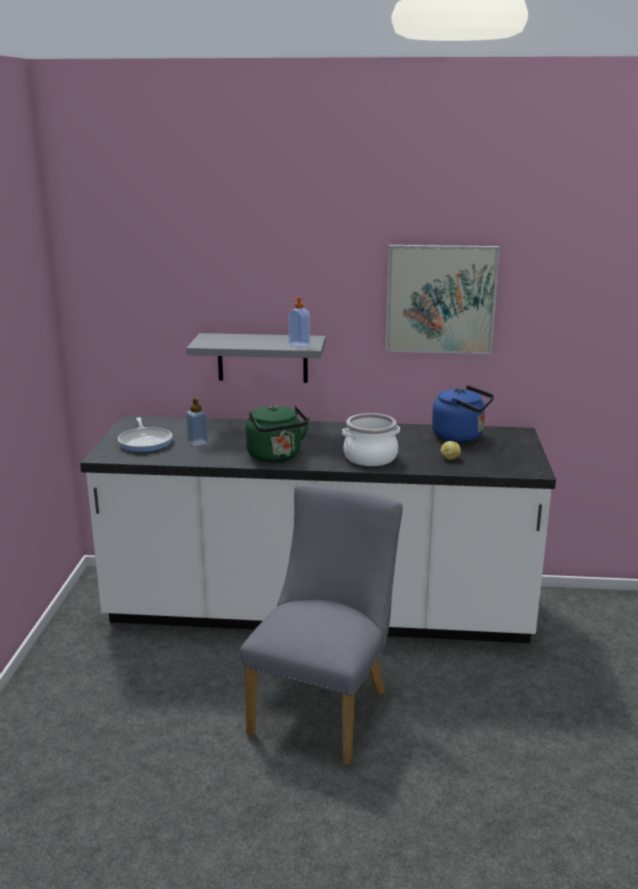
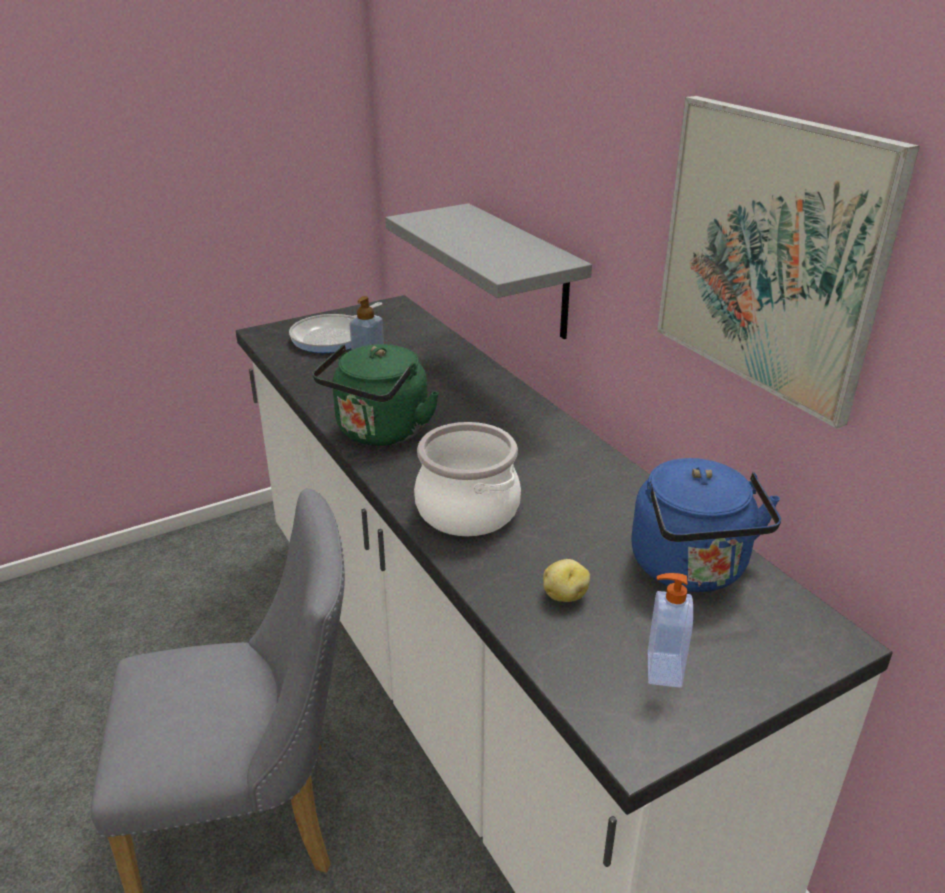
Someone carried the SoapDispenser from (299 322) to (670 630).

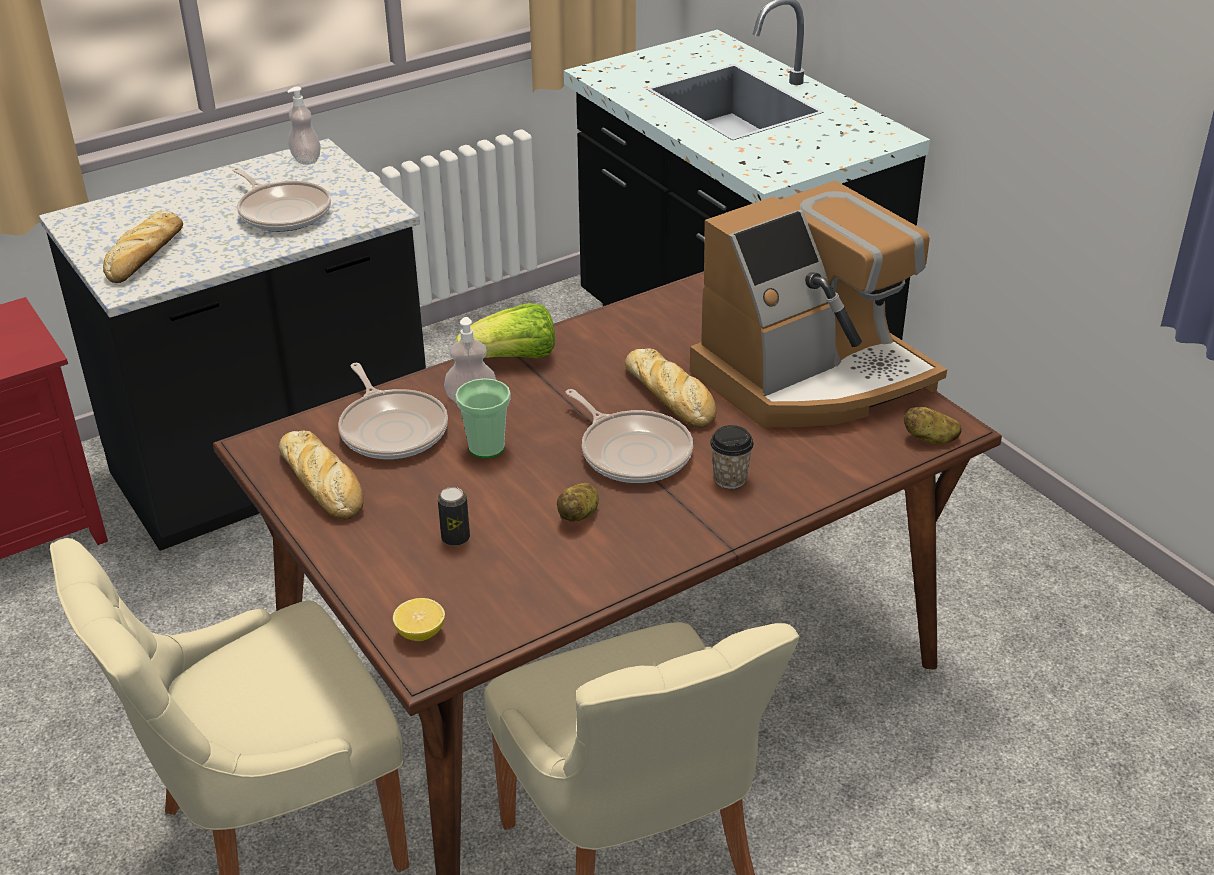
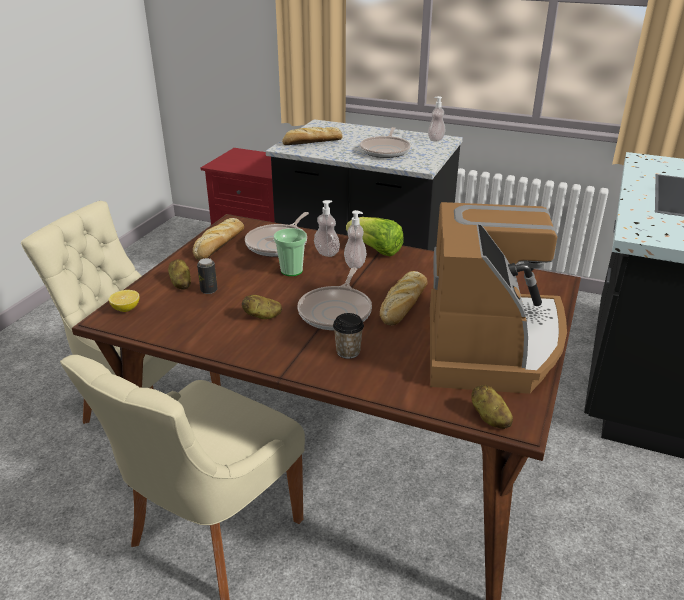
Someone put down the Potato at (179 274).
Someone put down the SoapDispenser at (355 239).
Someone rotated the CoffeeMachine at (818 304) by 105 degrees counterclockwise.

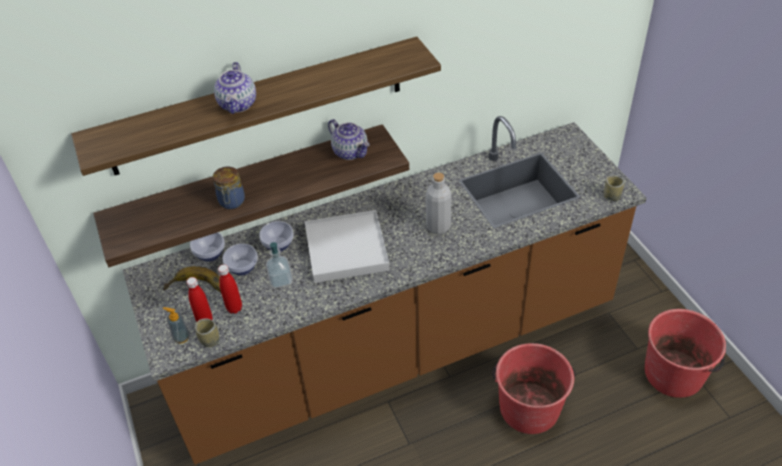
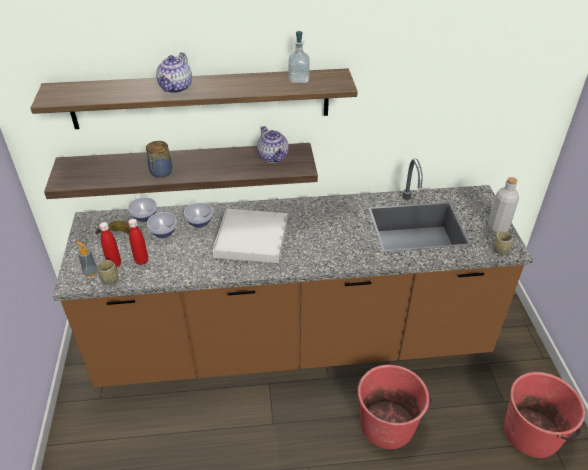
Someone carried the SoapDispenser from (279 265) to (299 57).
Someone carried the GreyBottle from (439 203) to (503 205).

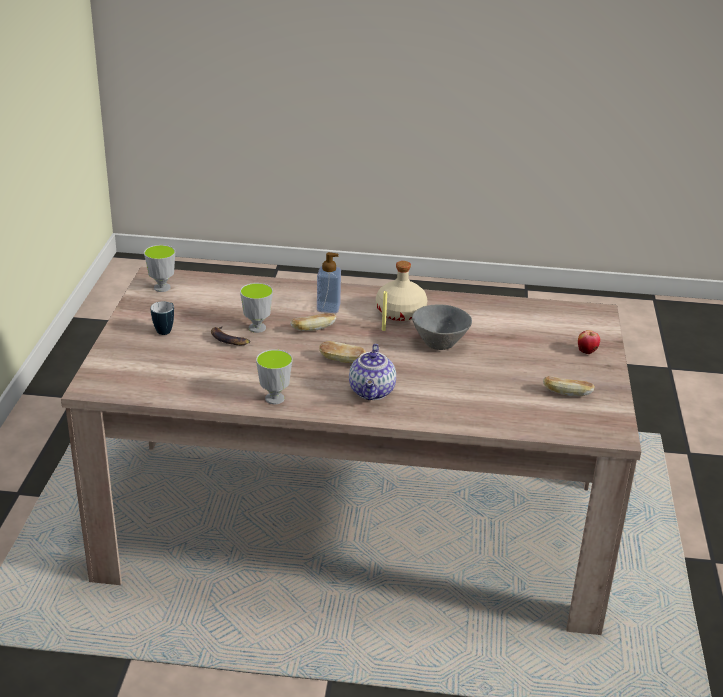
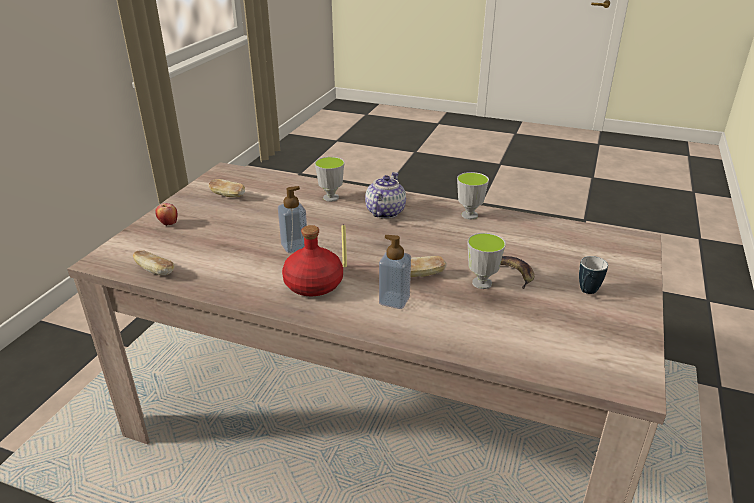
Someone carried the Cup from (159 268) to (330 179).
Someone carried the Bread from (342 352) to (153 263).
Someone swapped the GreyBowl at (442 327) for the SoapDispenser at (292 219).
Someone repainted the BeigeBottle at (402 291), which became the RedBottle at (312 260).

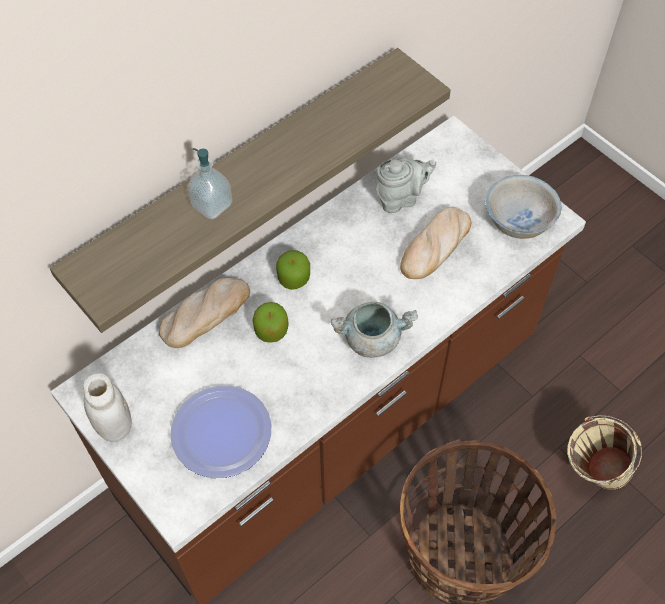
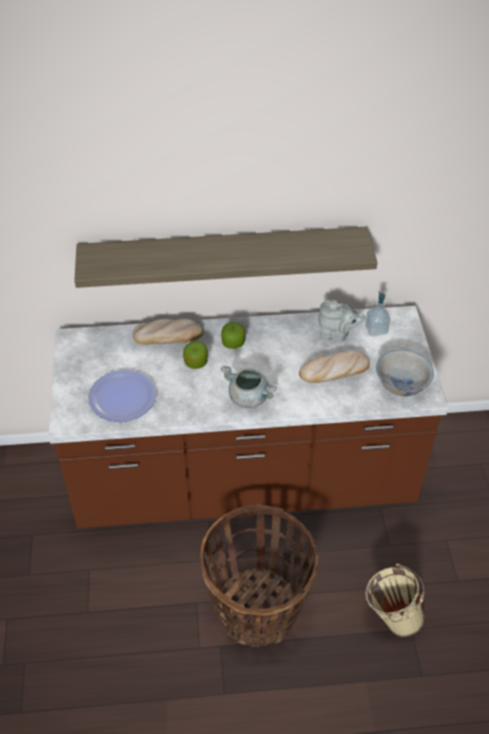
Someone took away the WhiteJar at (107 407).
Someone carried the SoapDispenser from (210 183) to (377 314).

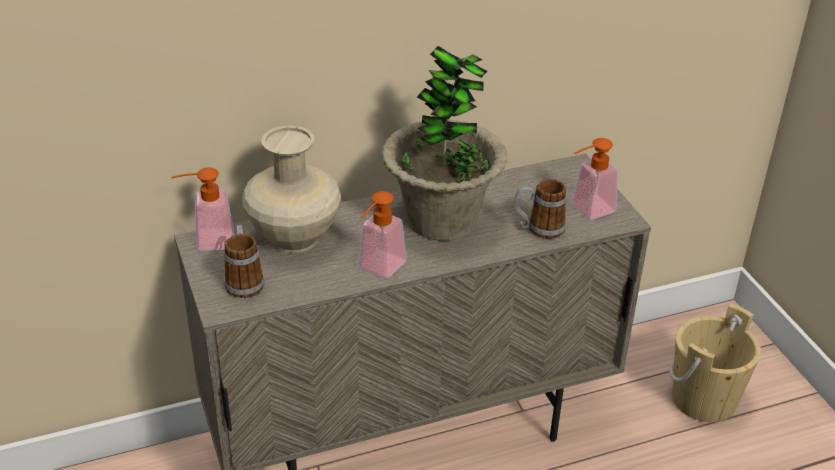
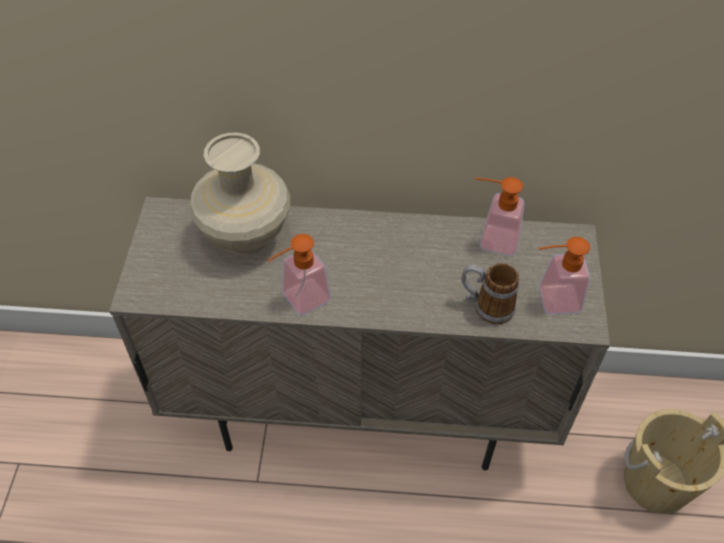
Someone took away the Mug at (244 261).
Someone took away the PottedPlant at (444 143).
Someone carried the SoapDispenser from (202 209) to (500 216).

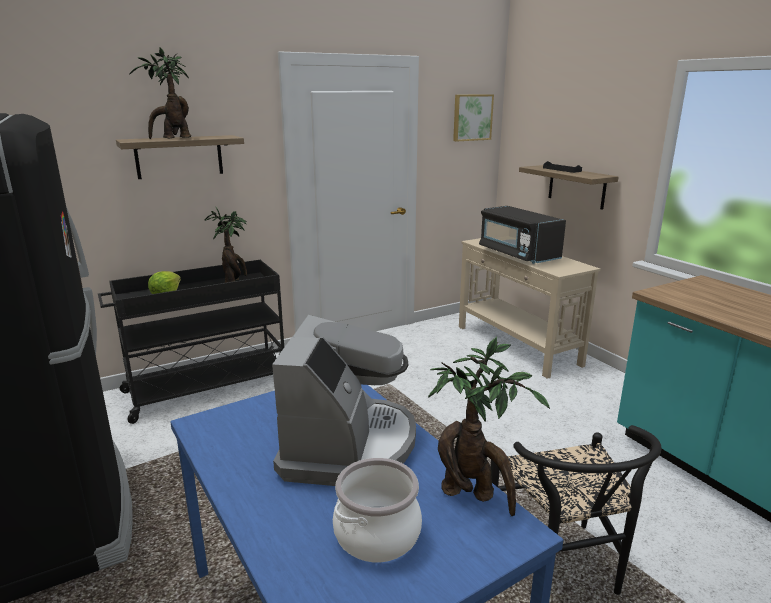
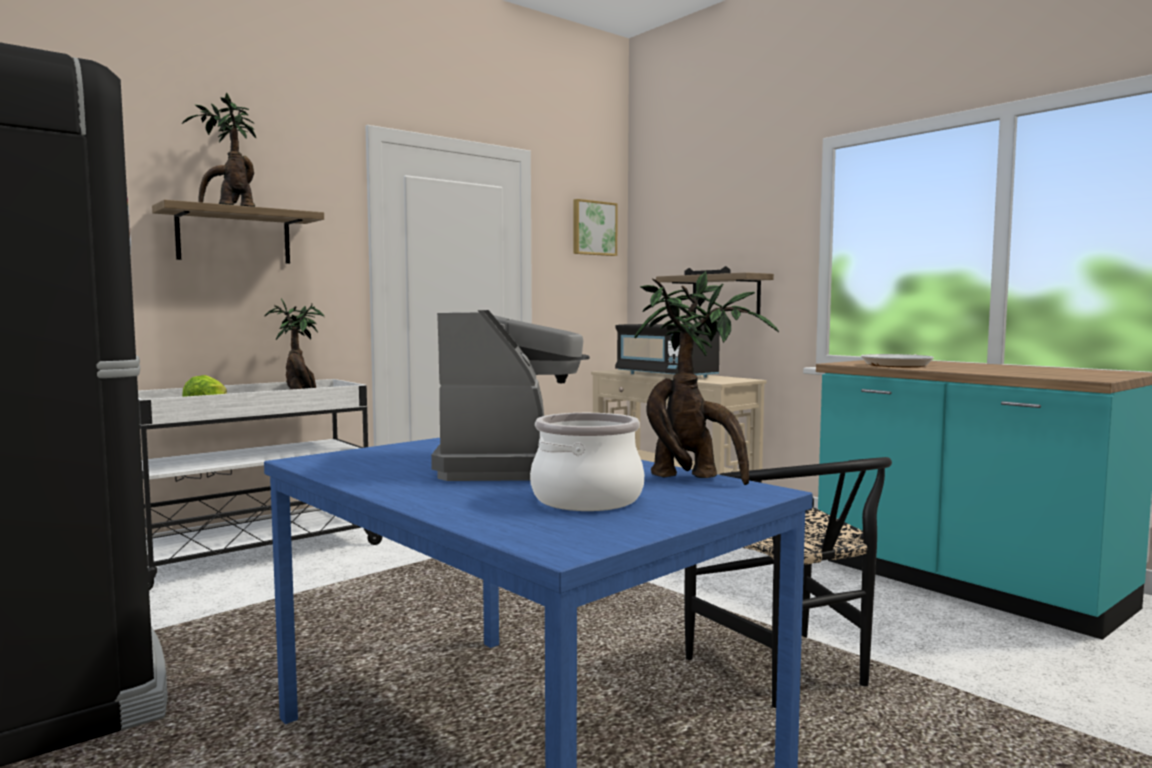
Someone put down the FryingPan at (897 360).
Someone repainted the BlackCart at (191 342), which became the WhiteCart at (260 485).

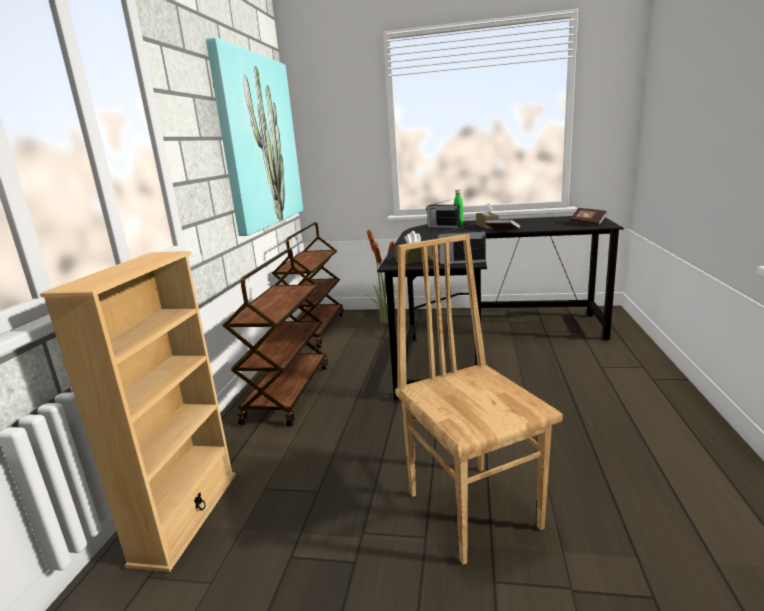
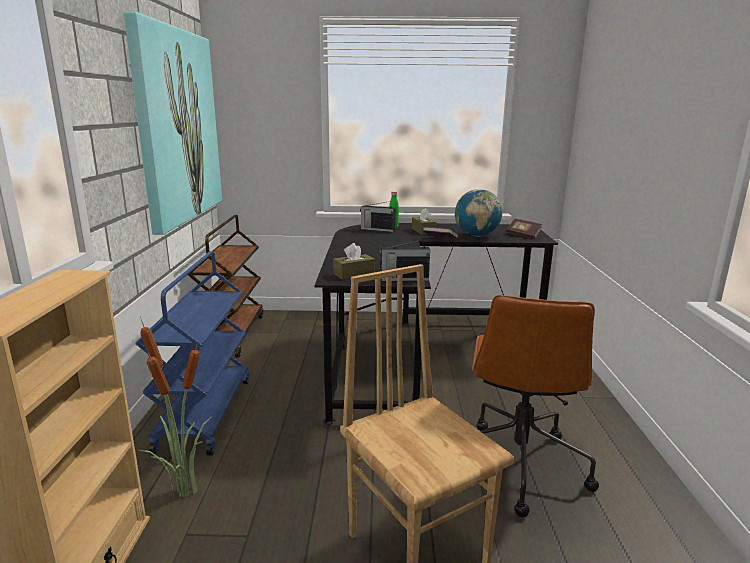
Someone put down the Globe at (478 213).
Someone put down the BrownOfficeChair at (535 406).
Someone carried the PottedPlant from (382 275) to (175 407).
Someone repainted the BrownCart at (275 337), which became the BlueCart at (192 353).

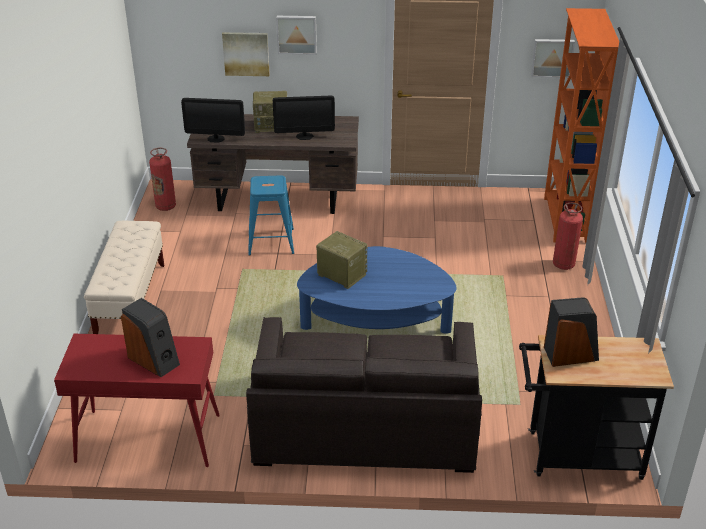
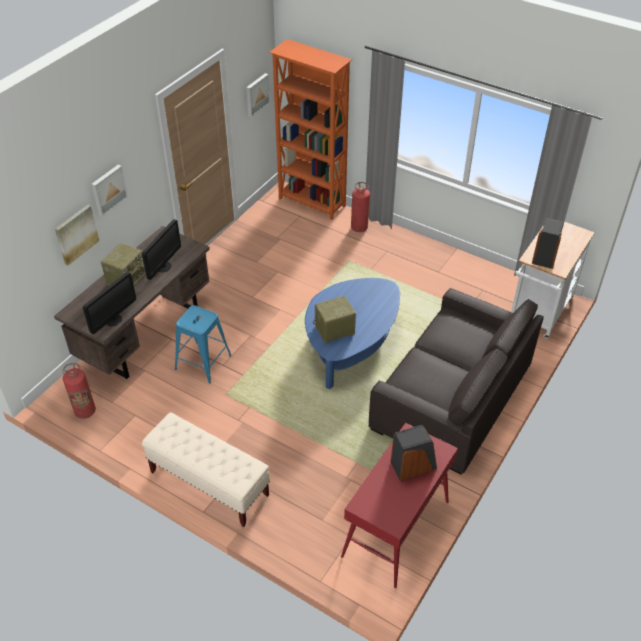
Someone repainted the BlackCart at (596 407), which became the WhiteCart at (553 280).

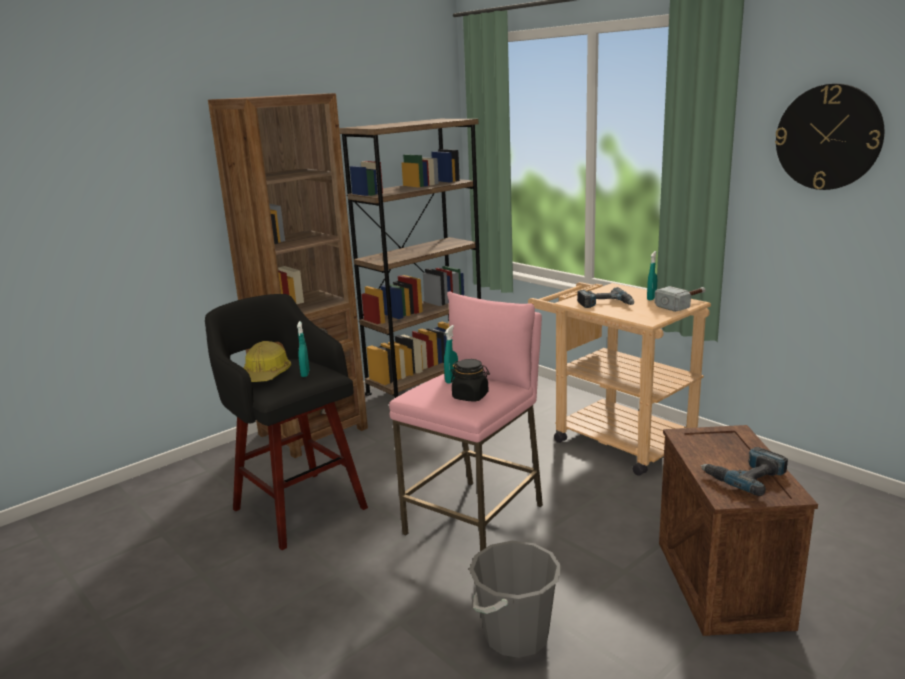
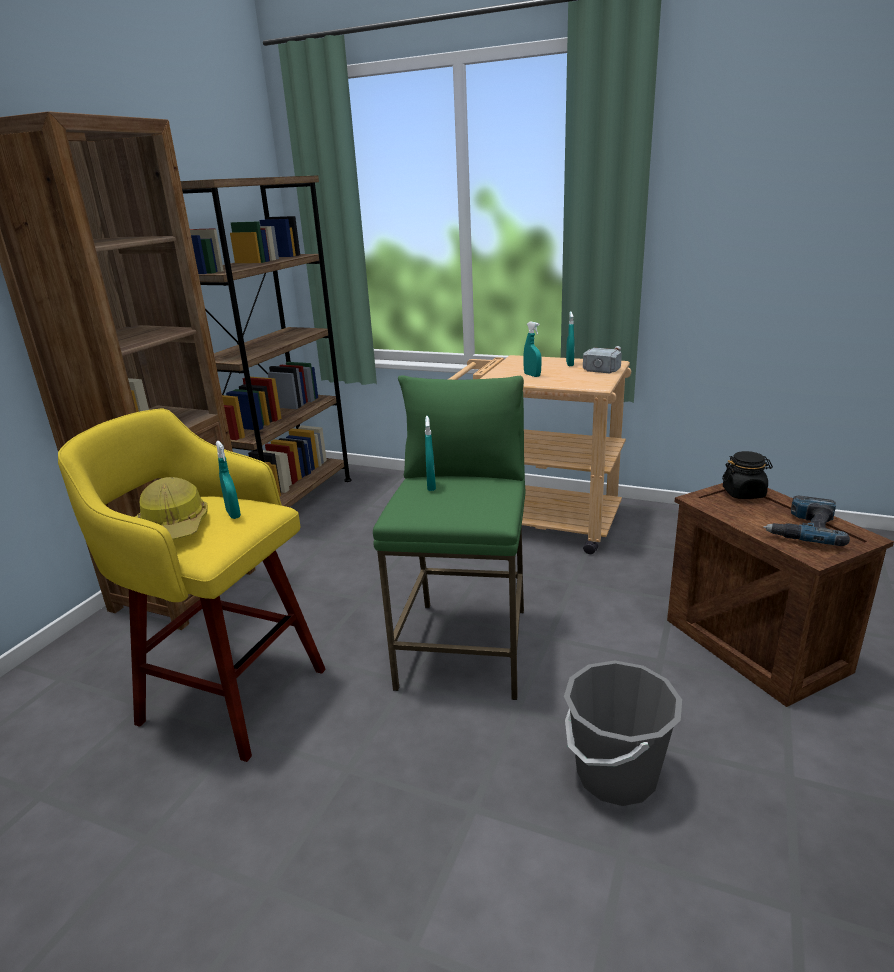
Someone took away the WallClock at (829 137).
Someone carried the BlackJar from (470 380) to (747 475).
Someone swapped the PowerDrill at (605 297) for the TurquoiseSprayBottle at (532 349).
Someone repainted the BlackStool at (286 422), which became the YellowStool at (192 585).
Someone repainted the PinkStool at (466 421), which became the GreenStool at (449 537).

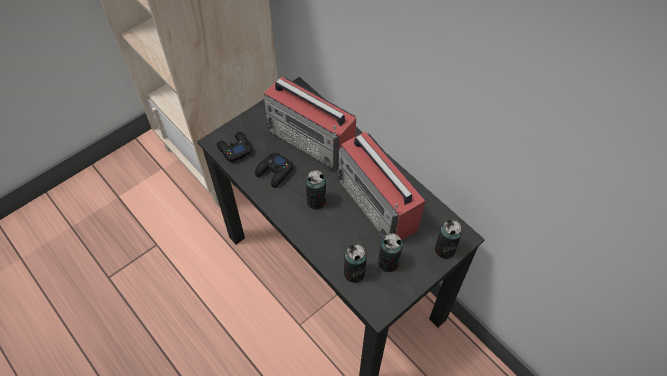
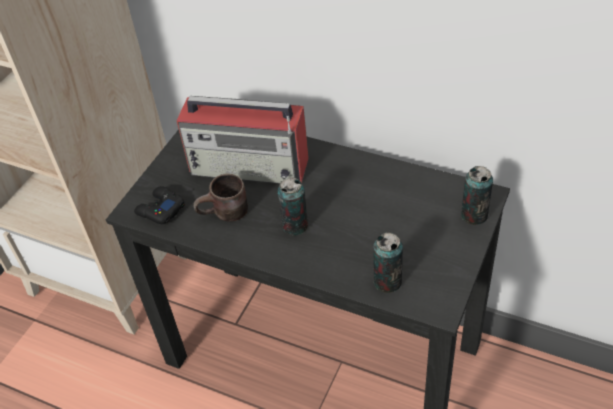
Someone took away the Radio at (381 186).
Someone took away the Can at (390 252).
Someone swapped the BlackGameController at (274 170) for the BrownMug at (220 197).

